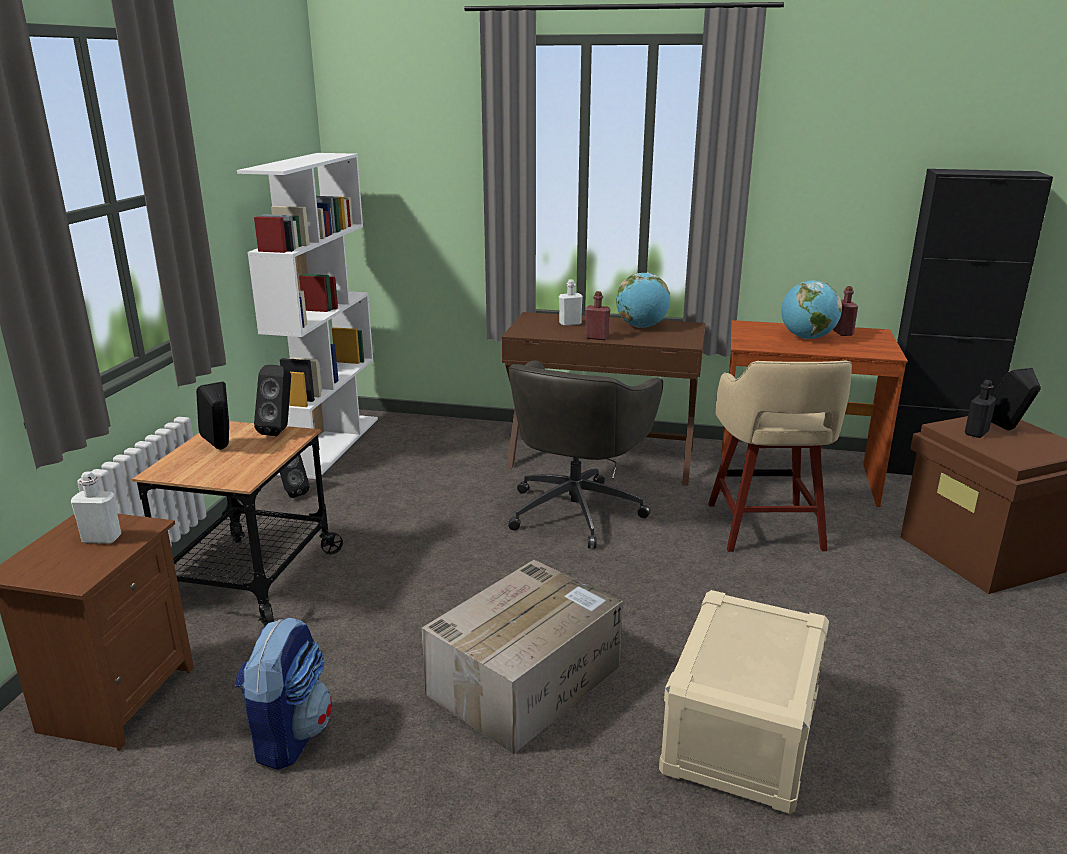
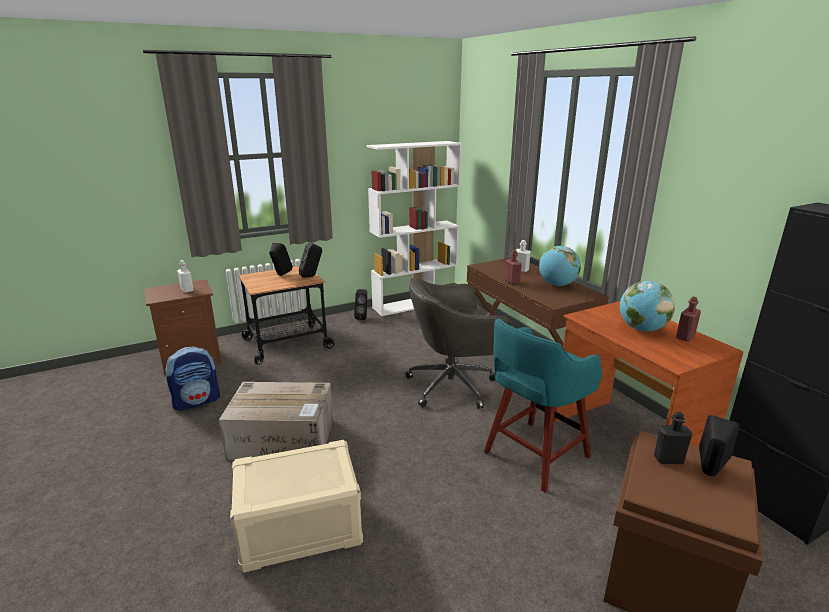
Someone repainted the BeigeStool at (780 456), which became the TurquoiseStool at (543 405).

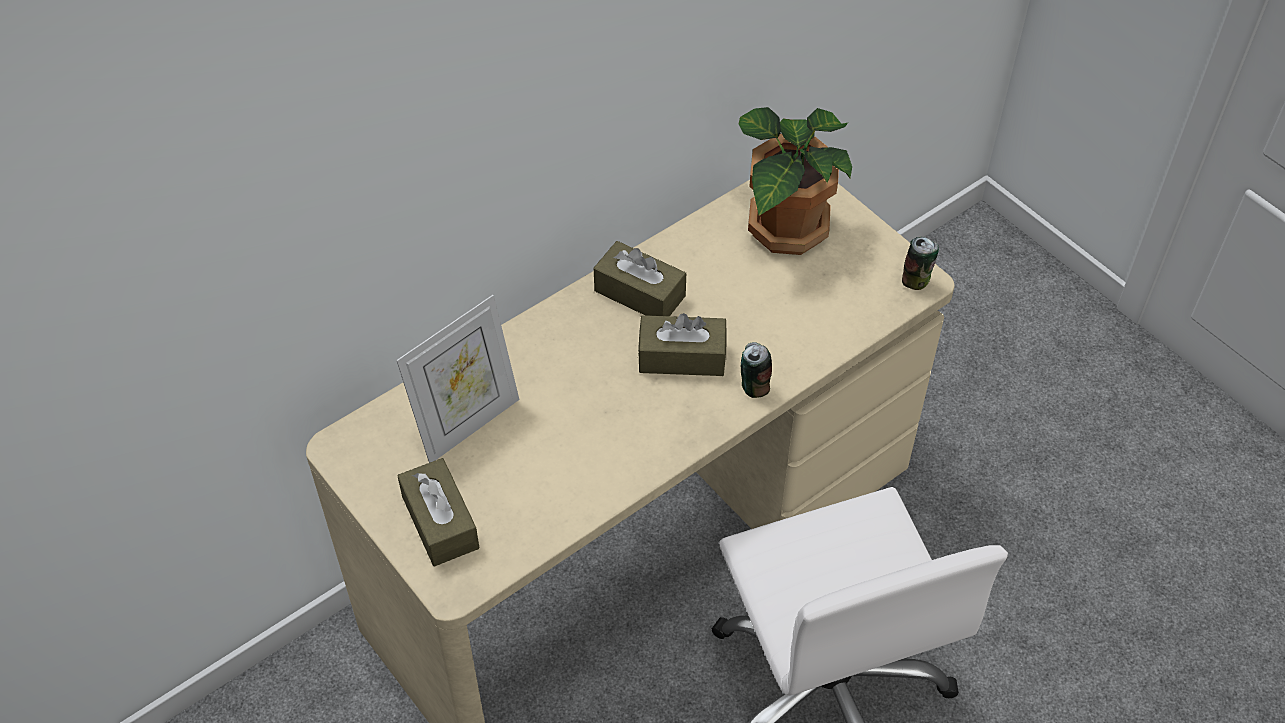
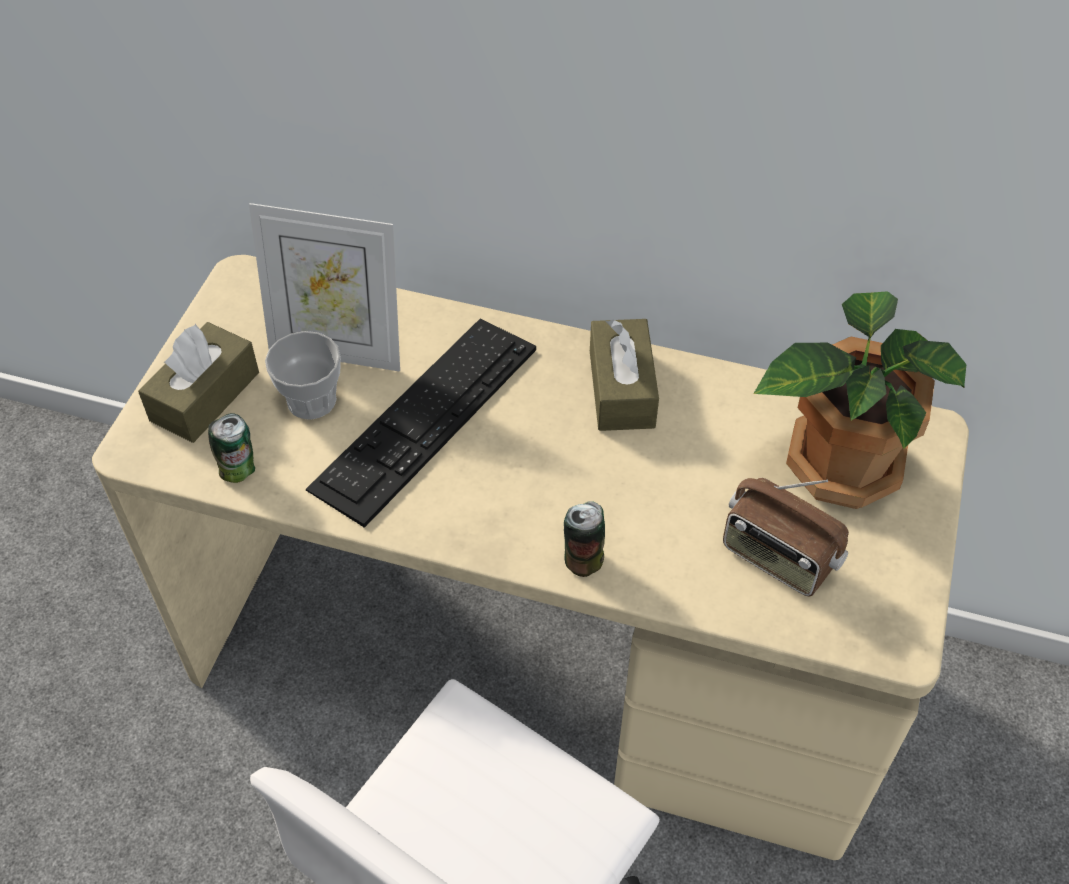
Someone took away the BrownTissueBox at (682 344).
Someone put down the Cup at (303 375).
Someone put down the Keyboard at (421 423).
Someone put down the Radio at (786 537).
Someone carried the Can from (920 263) to (231 448).

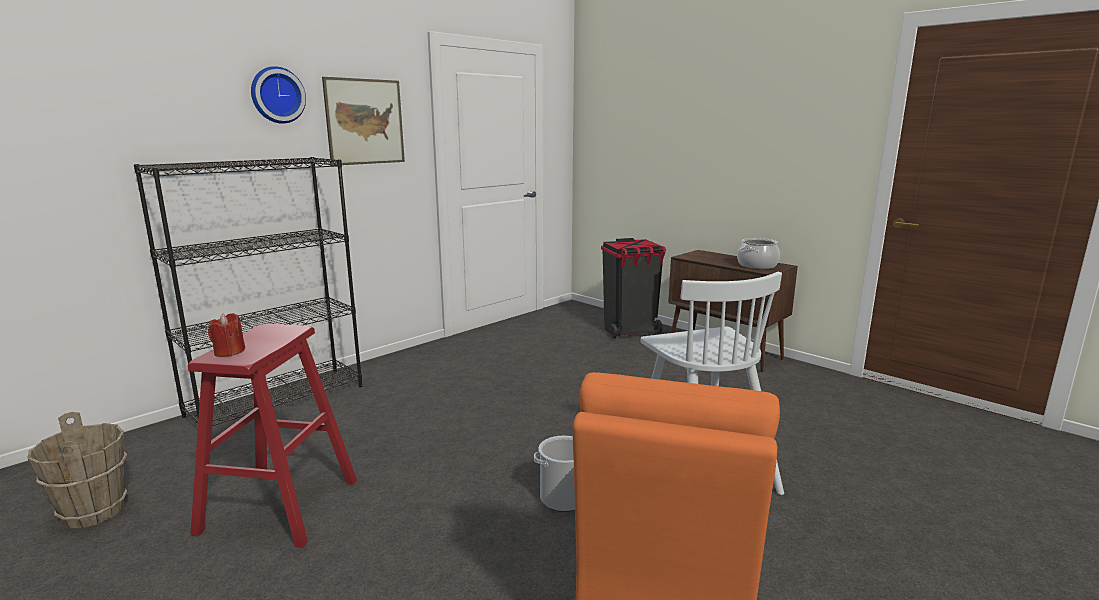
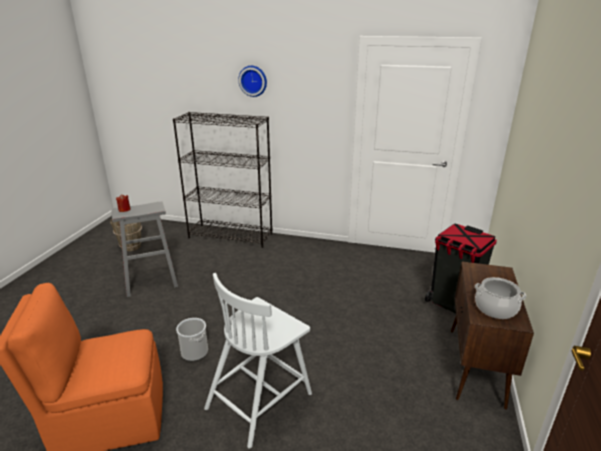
Someone took away the Picture at (363 121).
Someone repainted the RedStool at (272 436), which became the GreyStool at (145 249).

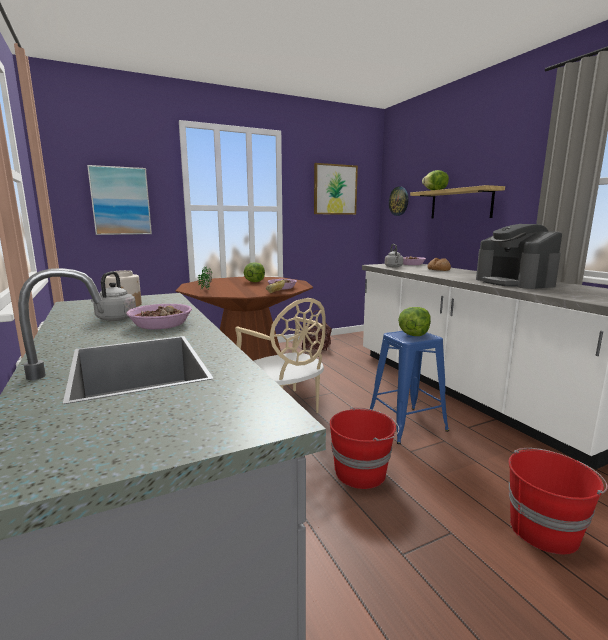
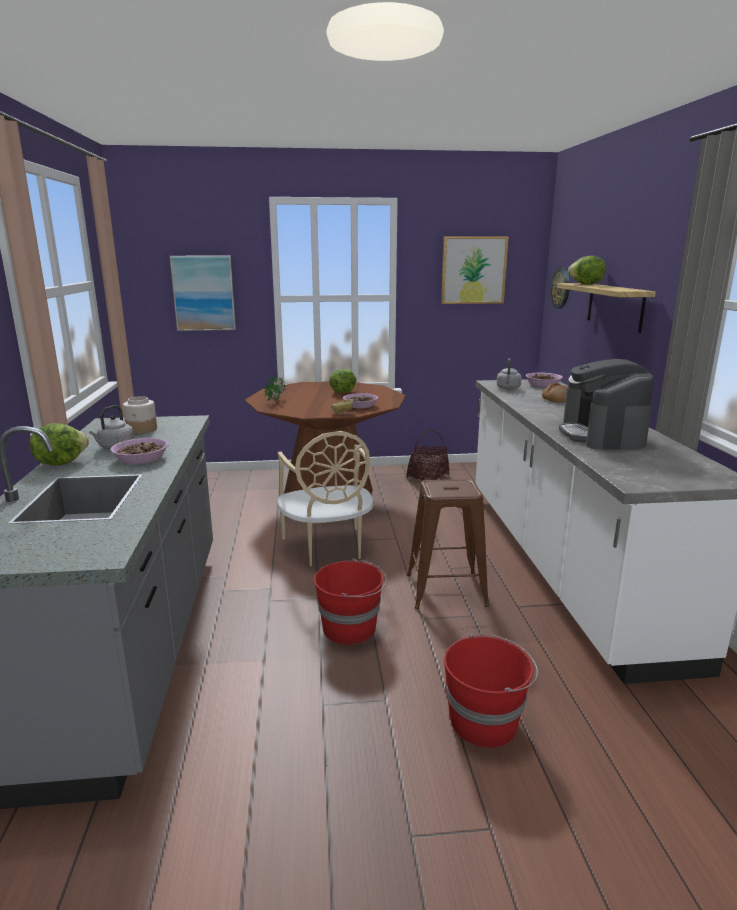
Someone carried the Lettuce from (414 321) to (59 444).
Someone repainted the BlueStool at (409 387), which became the BrownStool at (448 544).

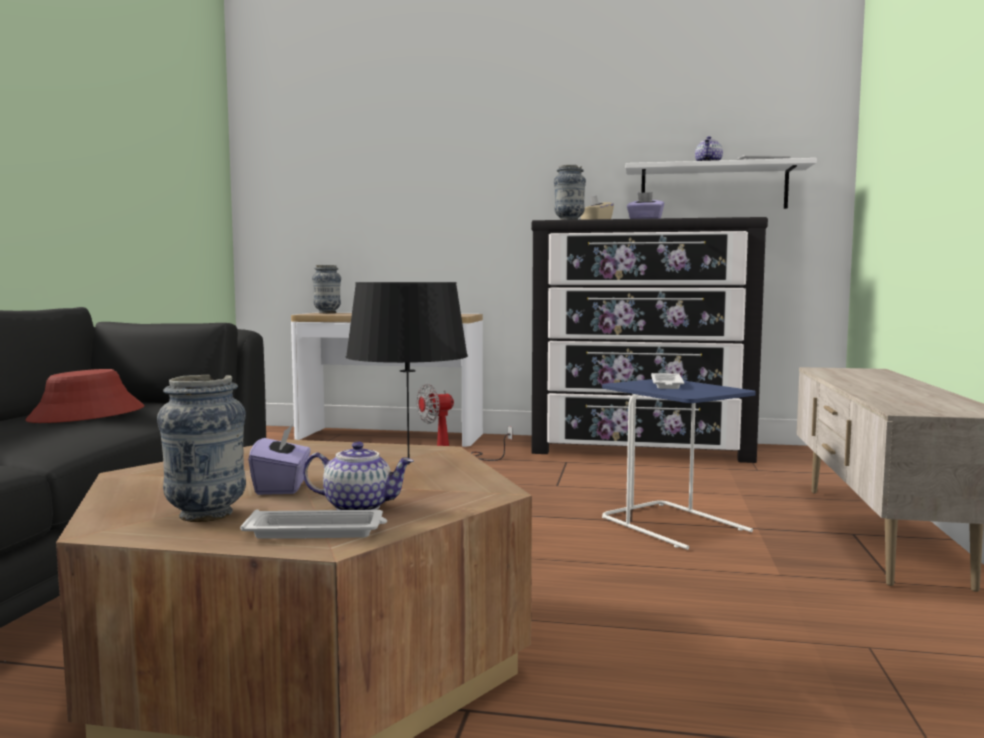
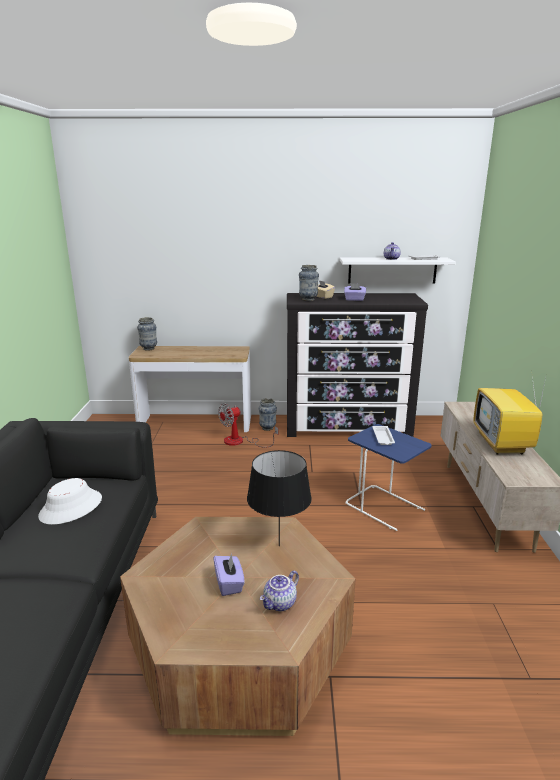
Someone took away the WhiteTray at (313 524).
Someone put down the Television at (509 412).
Someone carried the Vase from (201 448) to (268 414).
Someone repainted the RedHat at (85 396), which became the WhiteHat at (70 501).
Someone rotated the Teapot at (358 475) by 135 degrees clockwise.

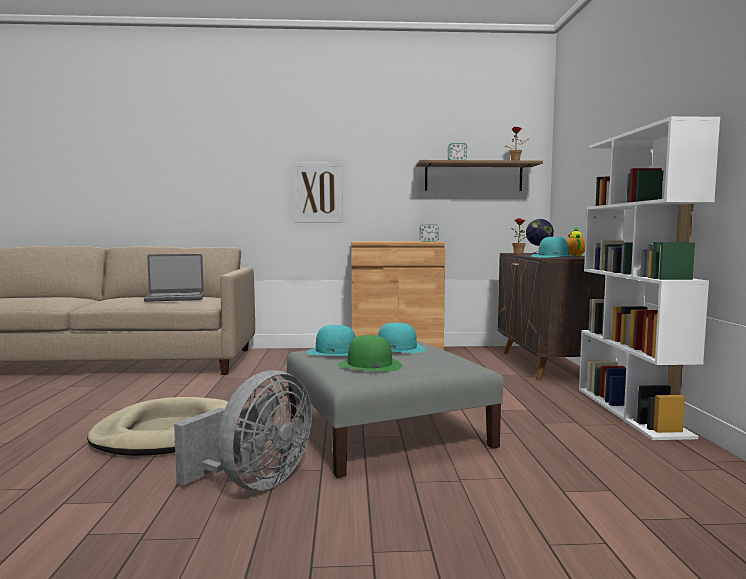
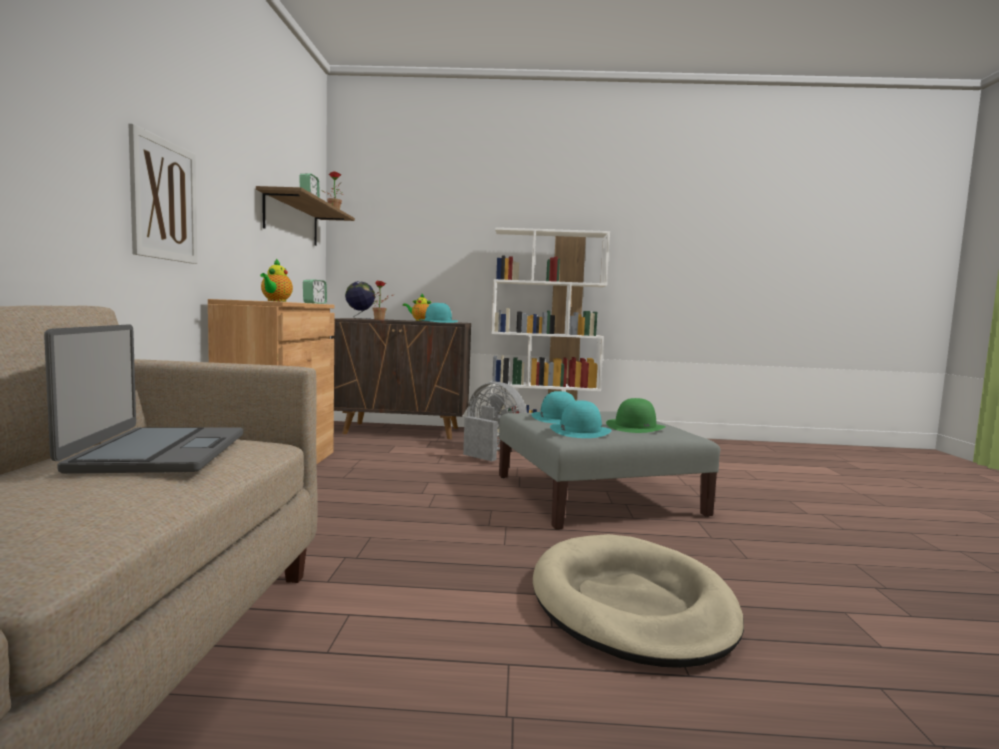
Someone put down the Teapot at (276 280).
Someone carried the GreyFan from (243 430) to (495 421).

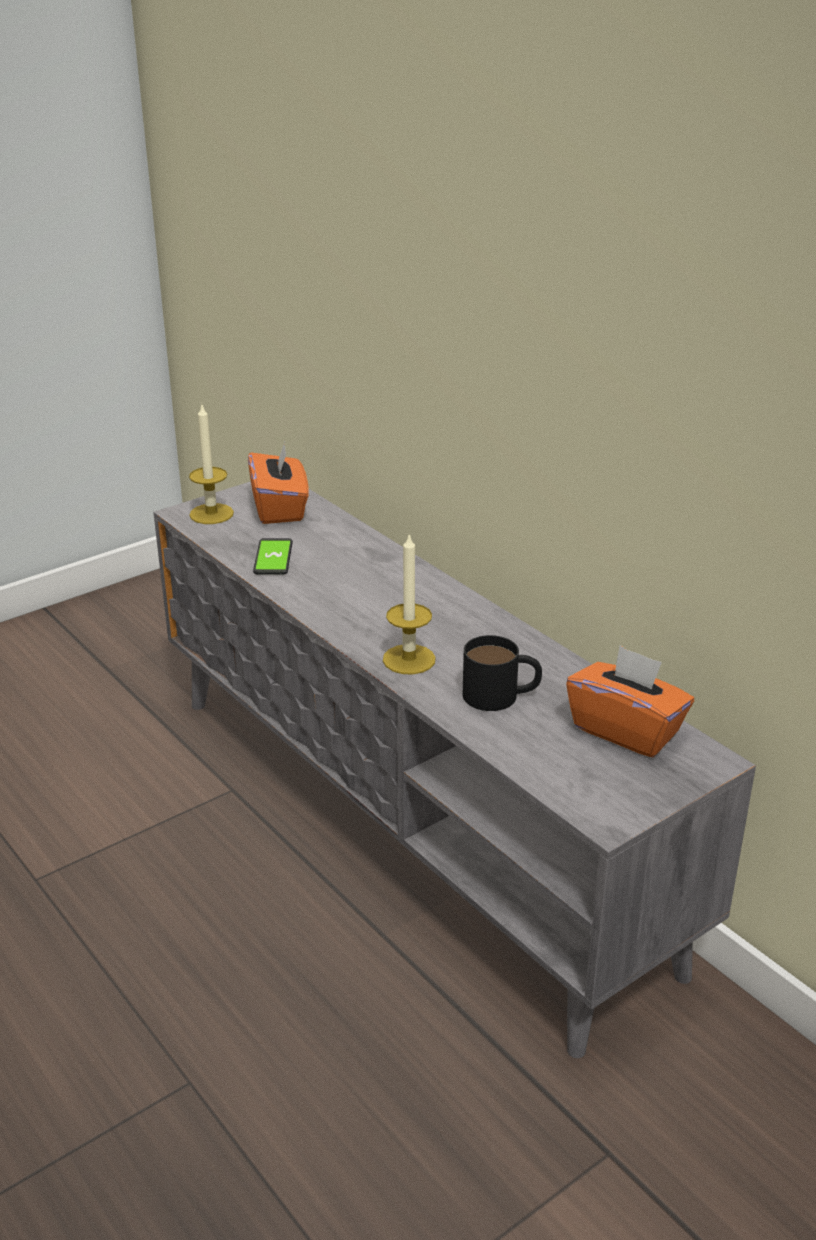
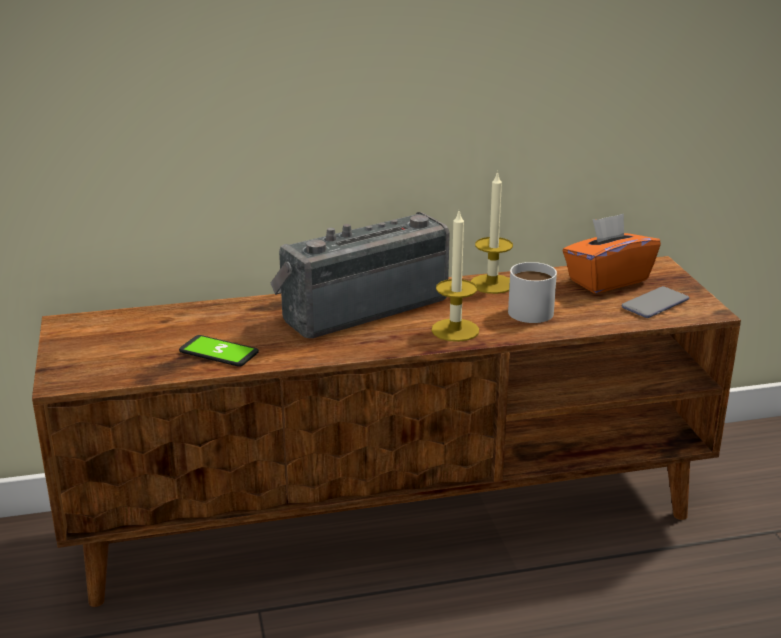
Someone took away the OrangeTissueBox at (278 483).
Someone put down the Radio at (360 275).
Someone put down the Phone at (655 302).
Someone carried the Candle from (211 463) to (492 232).
Someone repainted the GreyTvStand at (454 769), which became the BrownTvStand at (386 431).
Someone repainted the BlackMug at (502 673), which became the WhiteMug at (532 292).

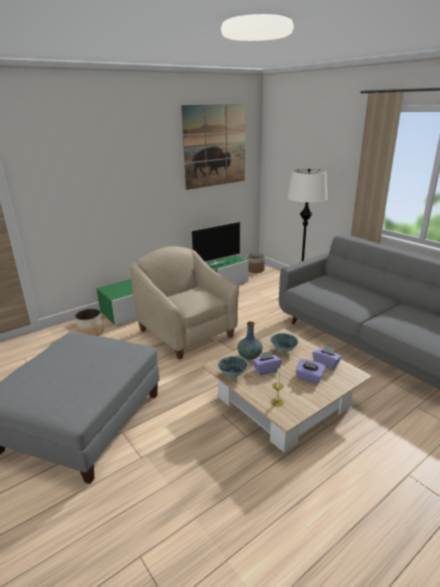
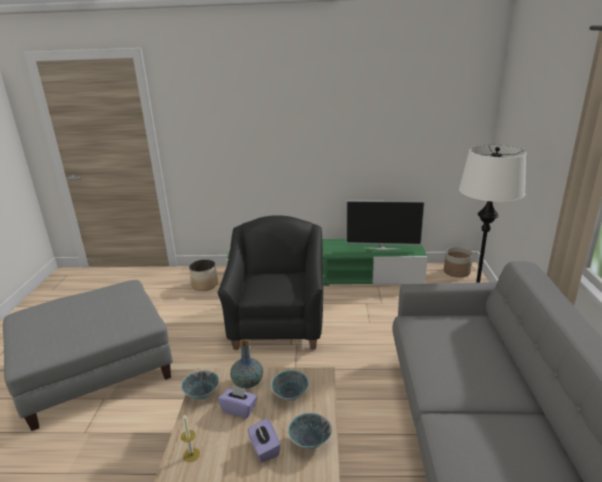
Someone took away the Picture at (213 147).
Someone swapped the PurpleTissueBox at (327 357) for the Bowl at (310 431).
Someone repainted the BeigeArmchair at (184 303), which became the BlackArmchair at (270 282).

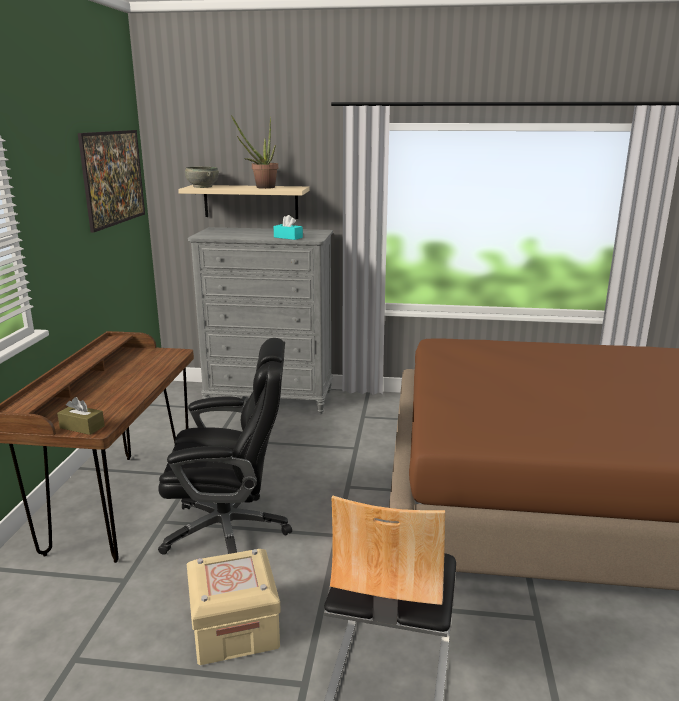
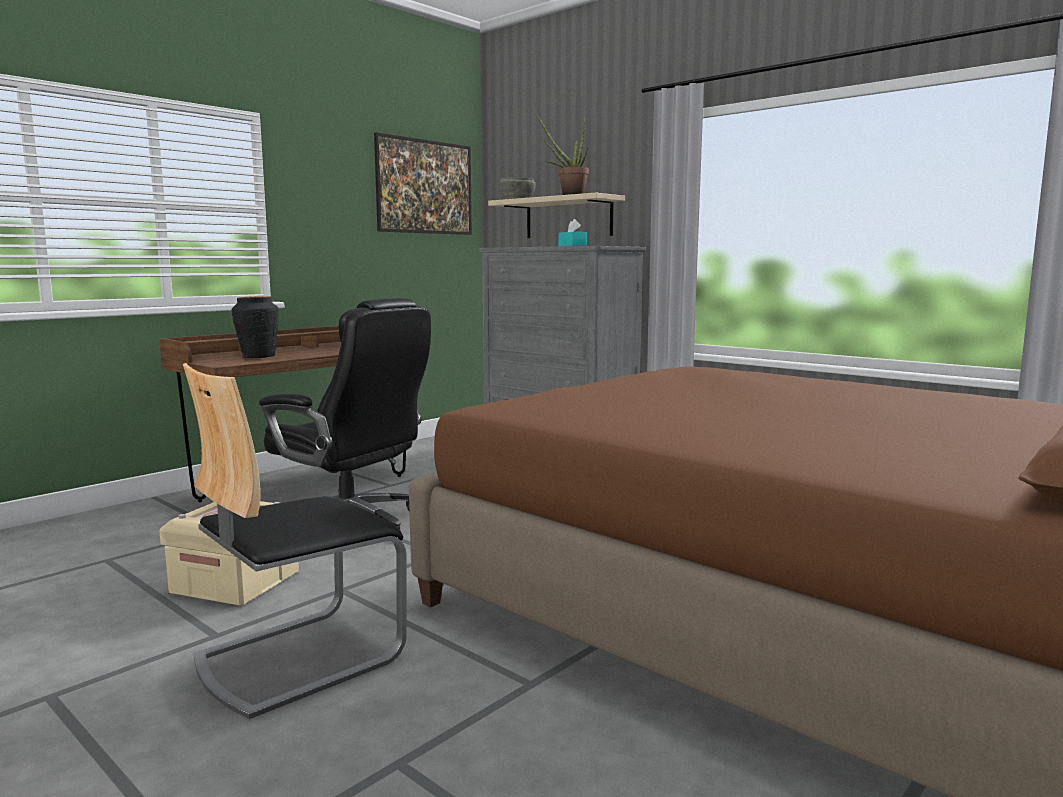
Someone took away the BrownTissueBox at (81 416).
Someone put down the BlackVase at (255 327).

